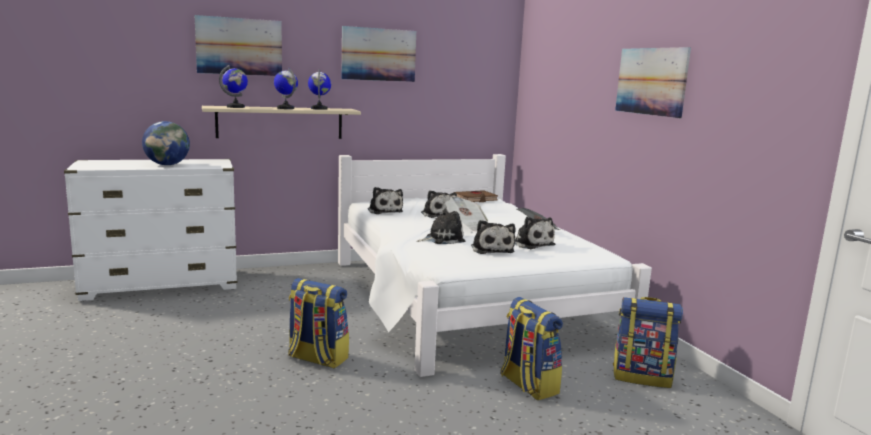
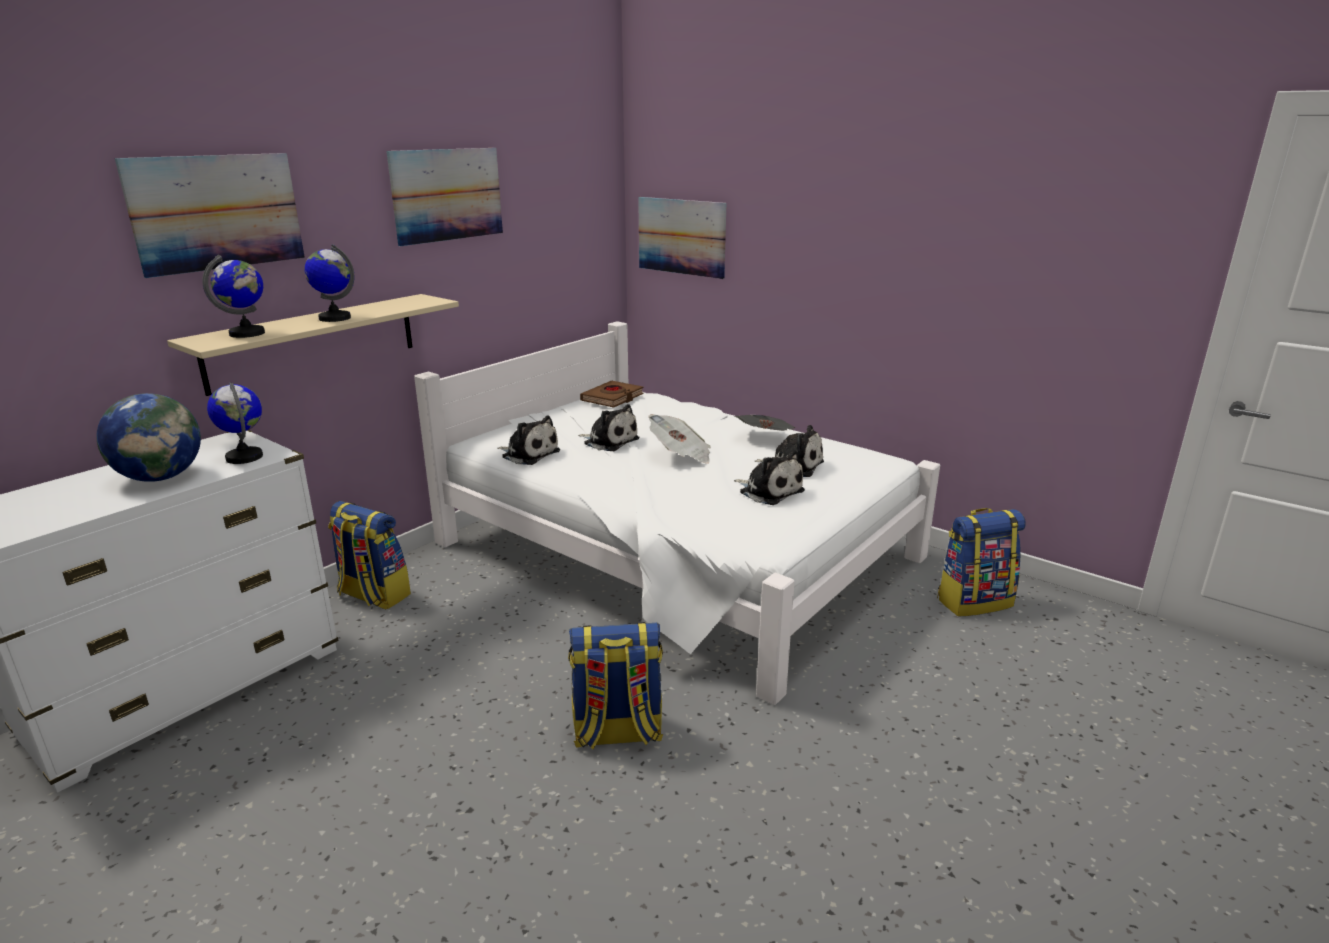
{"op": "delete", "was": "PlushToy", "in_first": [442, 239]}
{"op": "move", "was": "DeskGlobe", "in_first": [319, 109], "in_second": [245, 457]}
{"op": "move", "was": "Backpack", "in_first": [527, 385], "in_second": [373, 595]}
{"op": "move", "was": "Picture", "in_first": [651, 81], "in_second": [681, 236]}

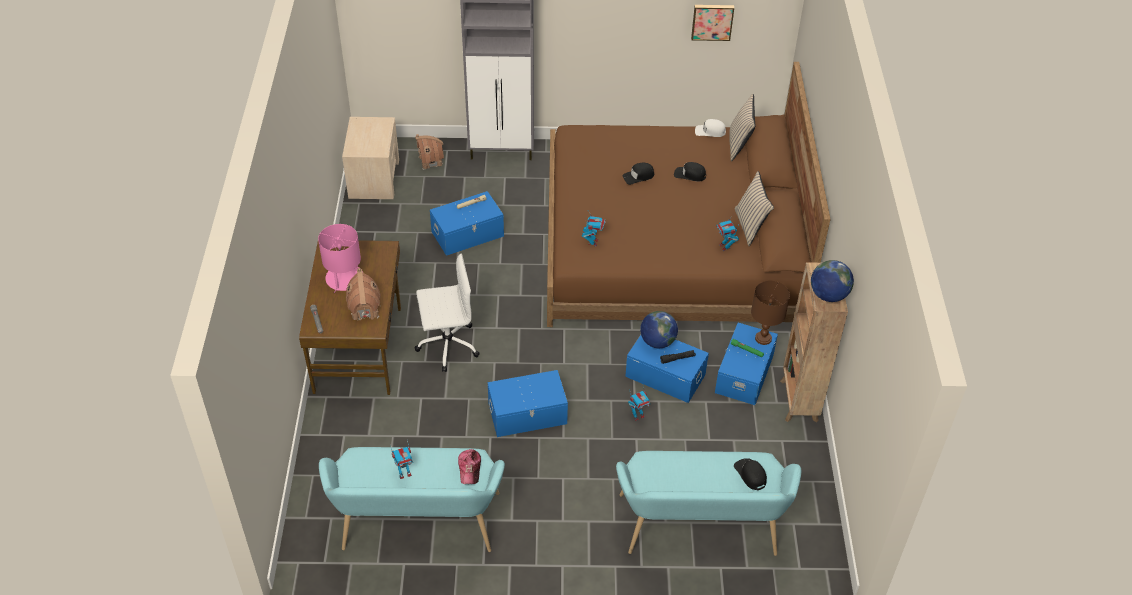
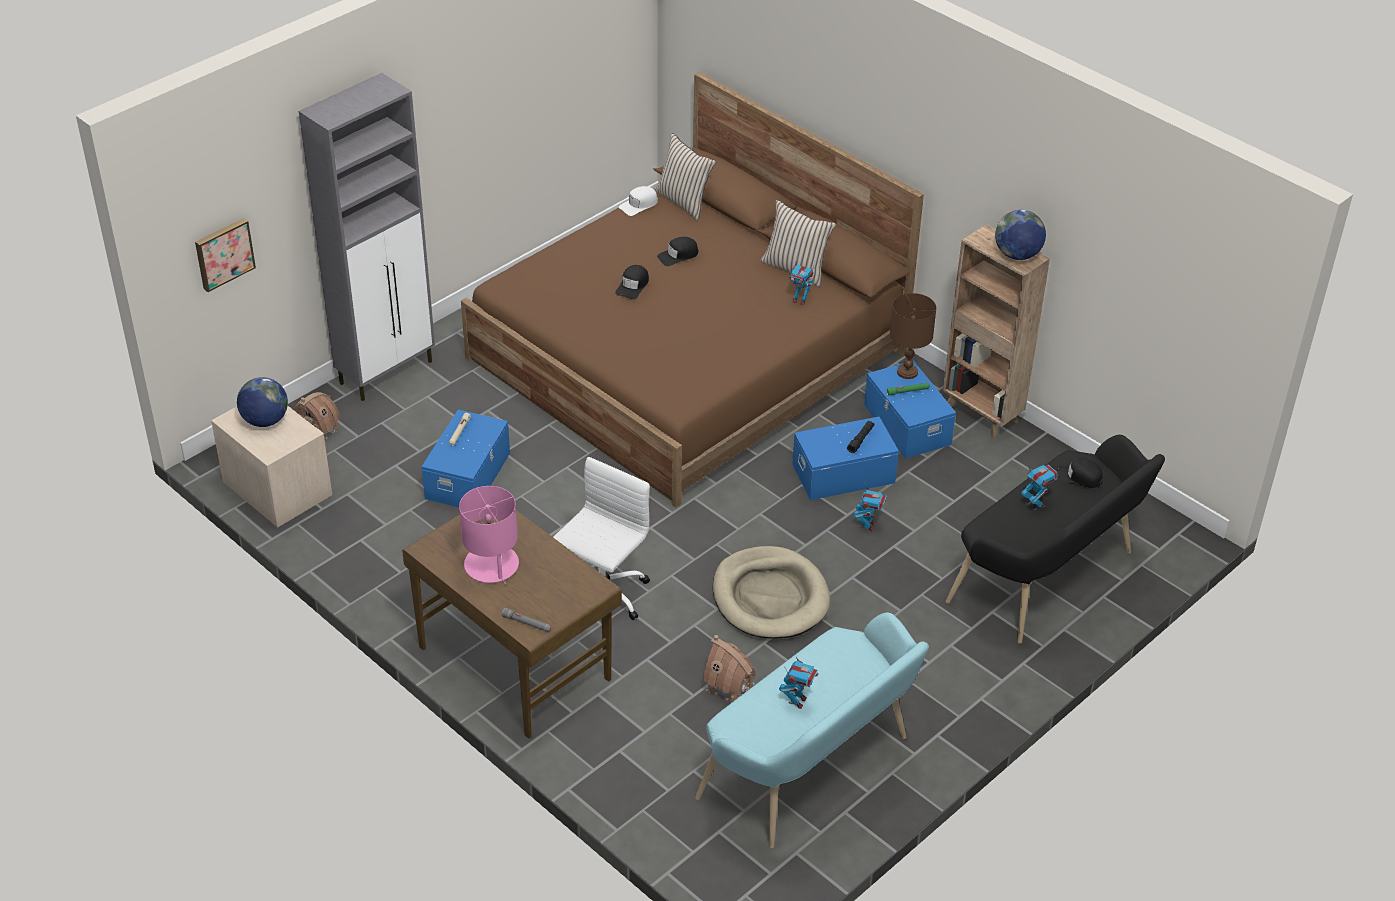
{"op": "delete", "was": "BaseballCap", "in_first": [470, 468]}
{"op": "move", "was": "ToyHouse", "in_first": [364, 309], "in_second": [729, 686]}
{"op": "move", "was": "RobotFigure", "in_first": [593, 242], "in_second": [1036, 504]}
{"op": "move", "was": "DeskGlobe", "in_first": [657, 341], "in_second": [265, 421]}
{"op": "move", "was": "Picture", "in_first": [712, 21], "in_second": [223, 253]}
{"op": "replace", "was": "BluishStorageBin", "now": "SandColouredPetBed", "in_first": [528, 414], "in_second": [770, 597]}
{"op": "recolor", "was": "TurquoiseLongSeat", "now": "BlackishLongSeat", "in_first": [700, 531], "in_second": [1049, 580]}

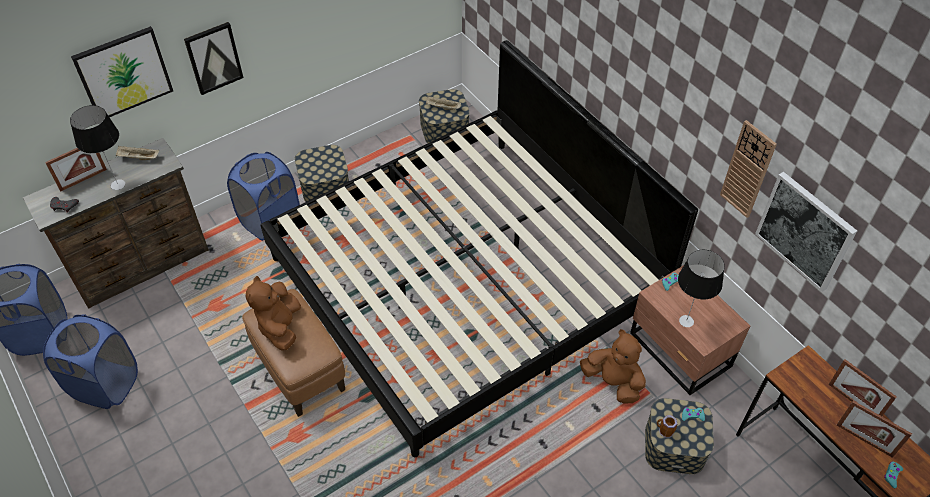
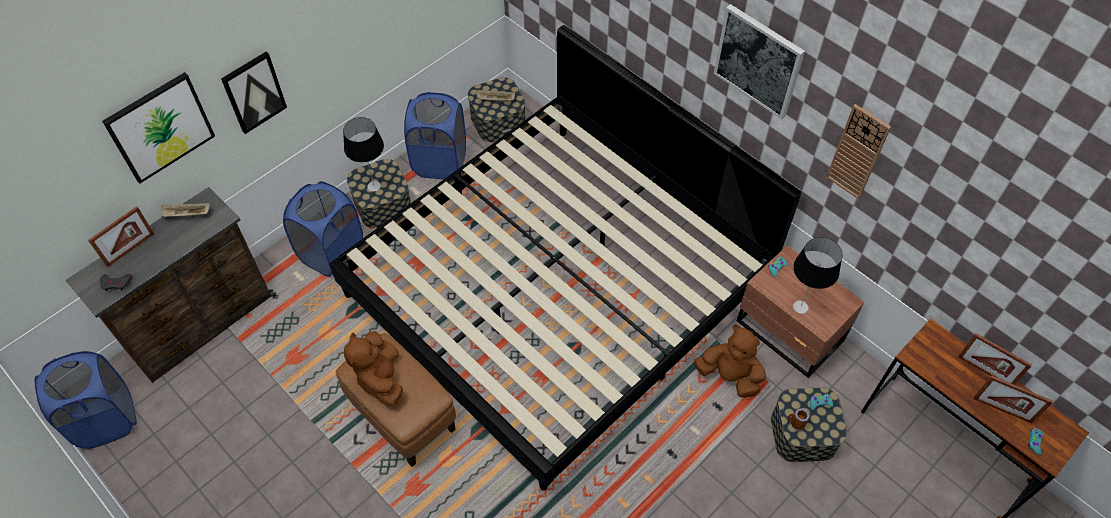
{"op": "move", "was": "BluishLaundryBasket", "in_first": [106, 384], "in_second": [440, 162]}
{"op": "move", "was": "TabletopLamp", "in_first": [118, 185], "in_second": [374, 186]}
{"op": "move", "was": "Picture", "in_first": [805, 231], "in_second": [758, 61]}

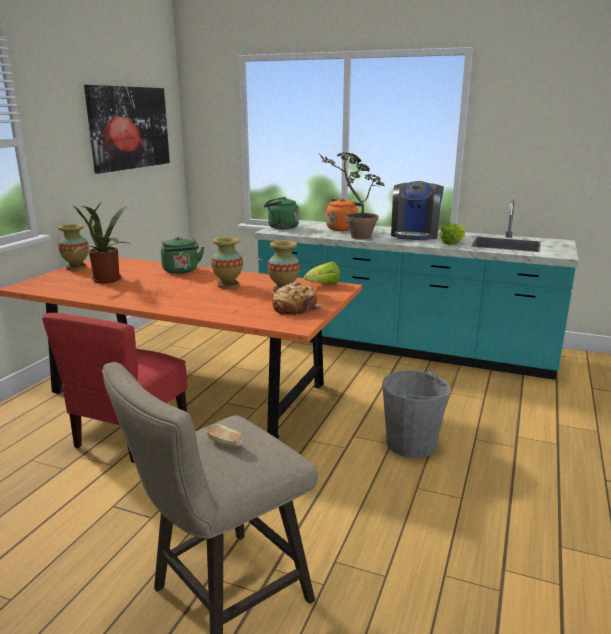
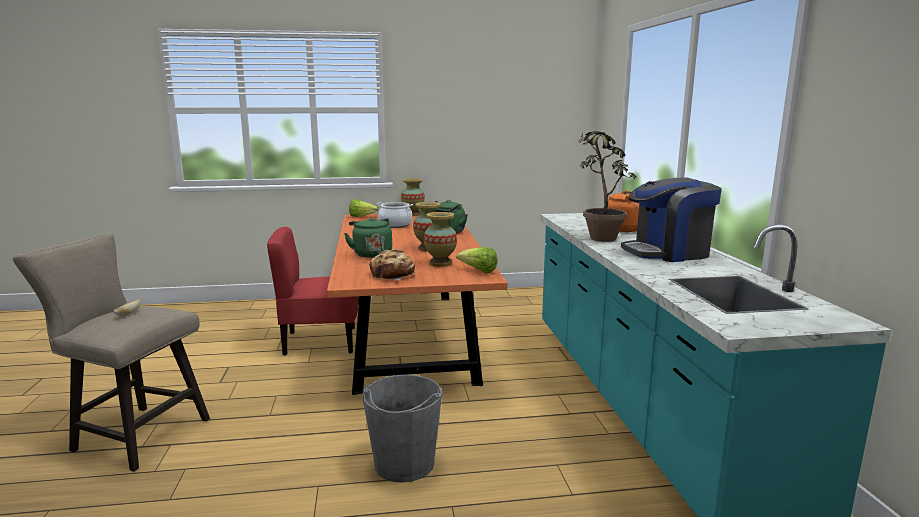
{"op": "delete", "was": "Picture", "in_first": [129, 128]}
{"op": "move", "was": "GreenKettle", "in_first": [281, 227], "in_second": [371, 254]}
{"op": "move", "was": "HeadOfLettuce", "in_first": [452, 243], "in_second": [361, 217]}
{"op": "replace", "was": "PlantInAPot", "now": "CookingPot", "in_first": [109, 280], "in_second": [395, 225]}

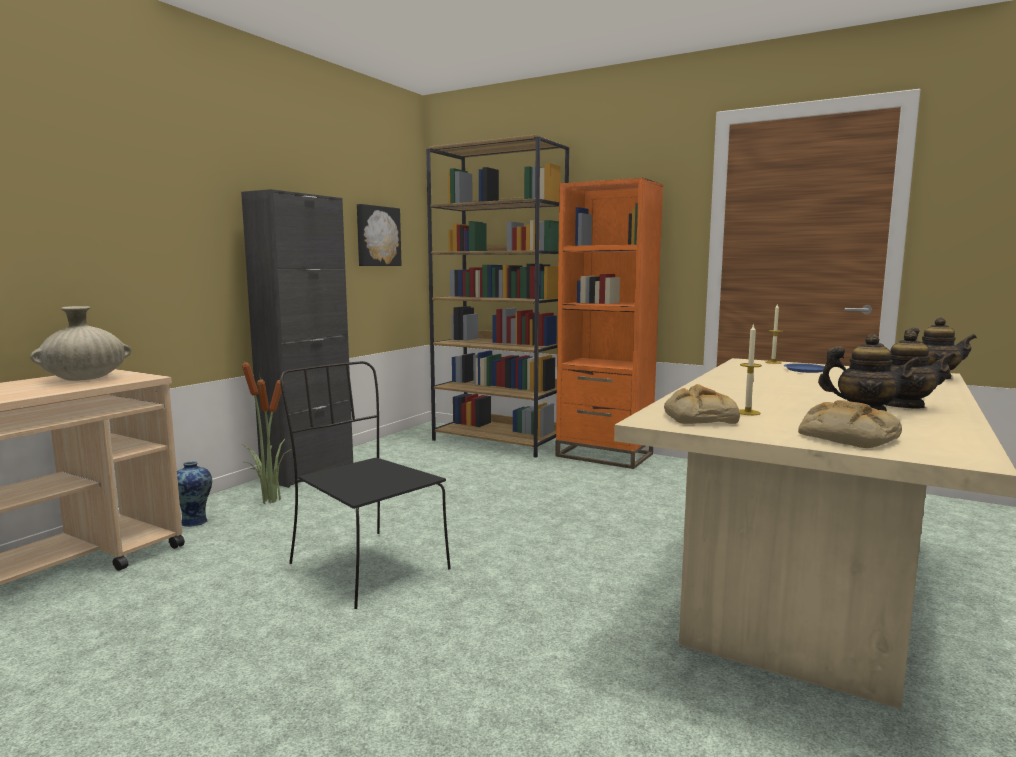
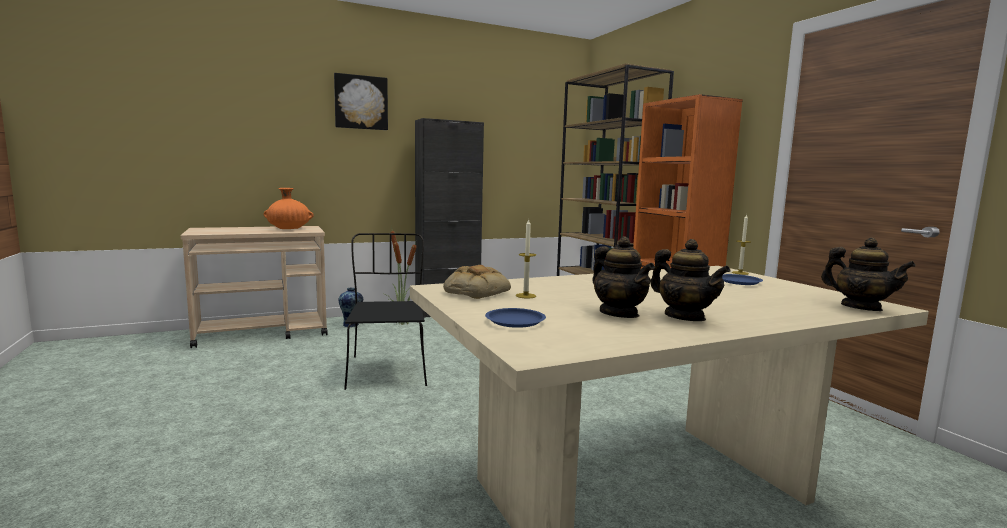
{"op": "move", "was": "Picture", "in_first": [377, 236], "in_second": [361, 102]}
{"op": "replace", "was": "BakeryBread", "now": "BluishPlate", "in_first": [845, 437], "in_second": [514, 321]}
{"op": "recolor", "was": "SandColouredVase", "now": "OrangeVase", "in_first": [85, 379], "in_second": [289, 229]}

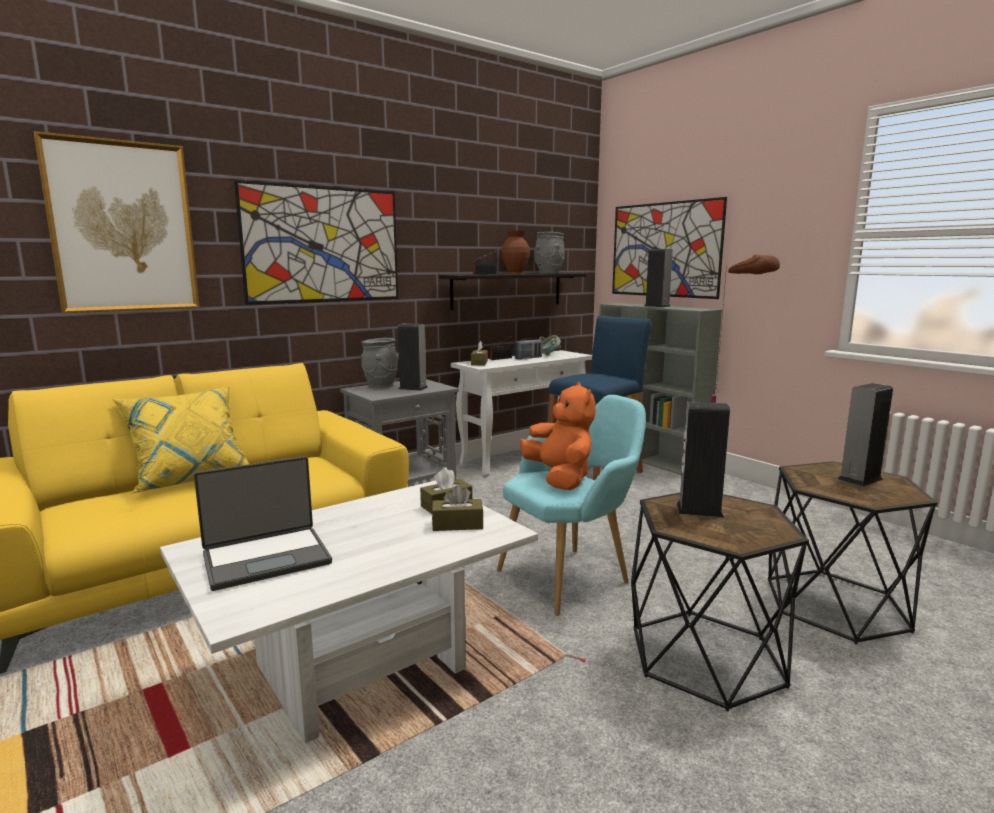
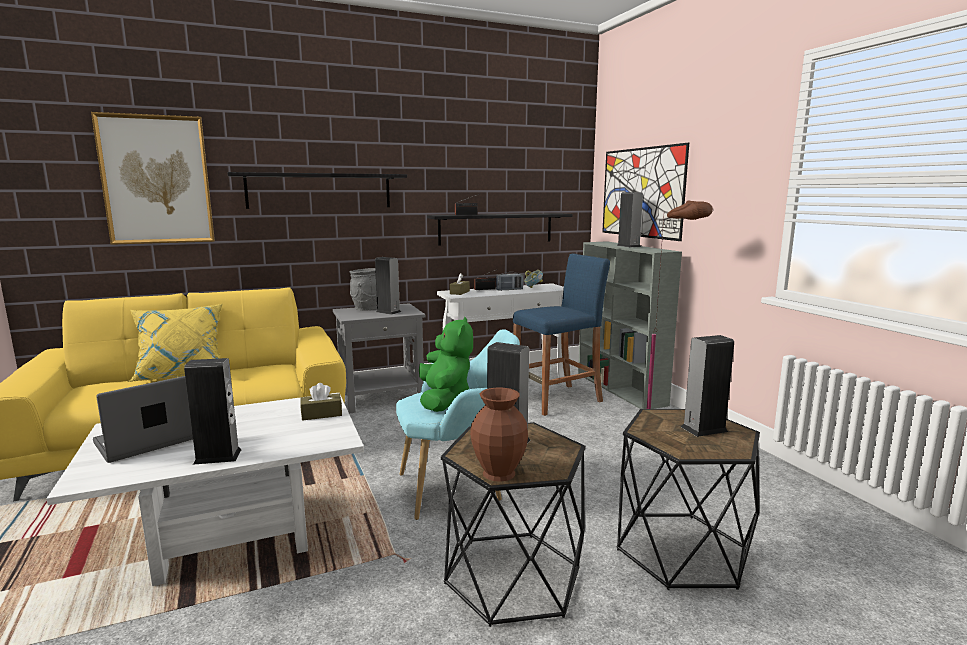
{"op": "delete", "was": "BrownishBoxOfTissues", "in_first": [457, 524]}
{"op": "delete", "was": "GreyVase", "in_first": [549, 273]}
{"op": "insert", "now": "Speaker", "in_second": [217, 456]}
{"op": "move", "was": "BrownishVase", "in_first": [516, 273], "in_second": [500, 473]}
{"op": "replace", "was": "Picture", "now": "BlackishBracketShelf", "in_first": [323, 245], "in_second": [320, 191]}
{"op": "recolor", "was": "OrangePlushToy", "now": "GreenPlushToy", "in_first": [560, 479], "in_second": [444, 401]}
{"op": "rotate", "was": "PortableComputer", "in_first": [266, 558], "in_second": [150, 441], "clockwise": 150}

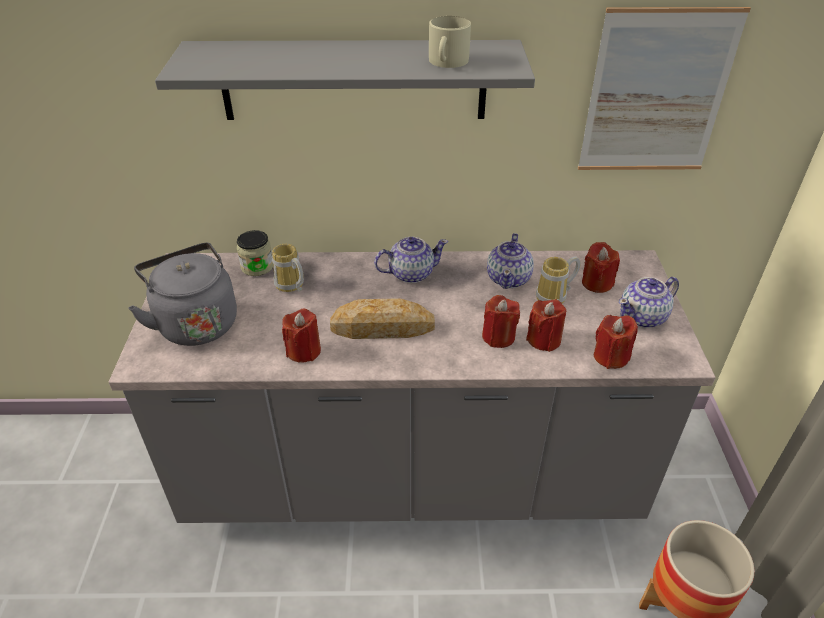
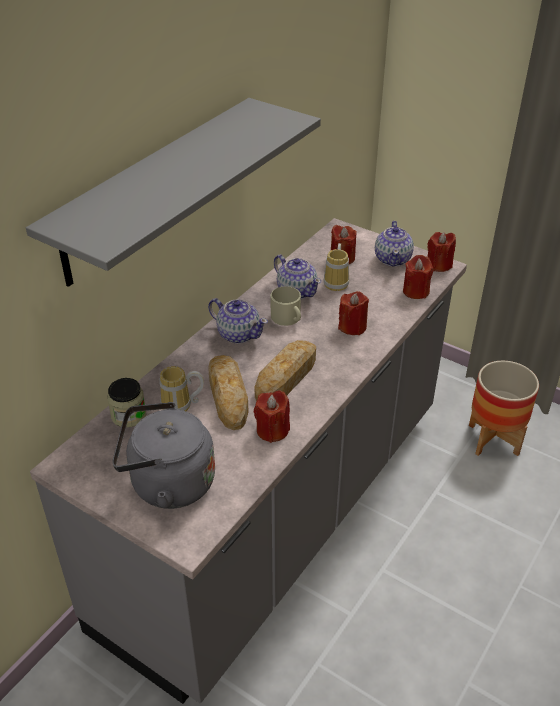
{"op": "delete", "was": "Picture", "in_first": [656, 94]}
{"op": "insert", "now": "BakeryBread", "in_second": [228, 395]}
{"op": "move", "was": "SandColouredMug", "in_first": [447, 62], "in_second": [288, 318]}
{"op": "move", "was": "ReddishWaxLight", "in_first": [544, 340], "in_second": [439, 265]}
{"op": "rotate", "was": "TeaPot", "in_first": [410, 273], "in_second": [238, 334], "clockwise": 105}

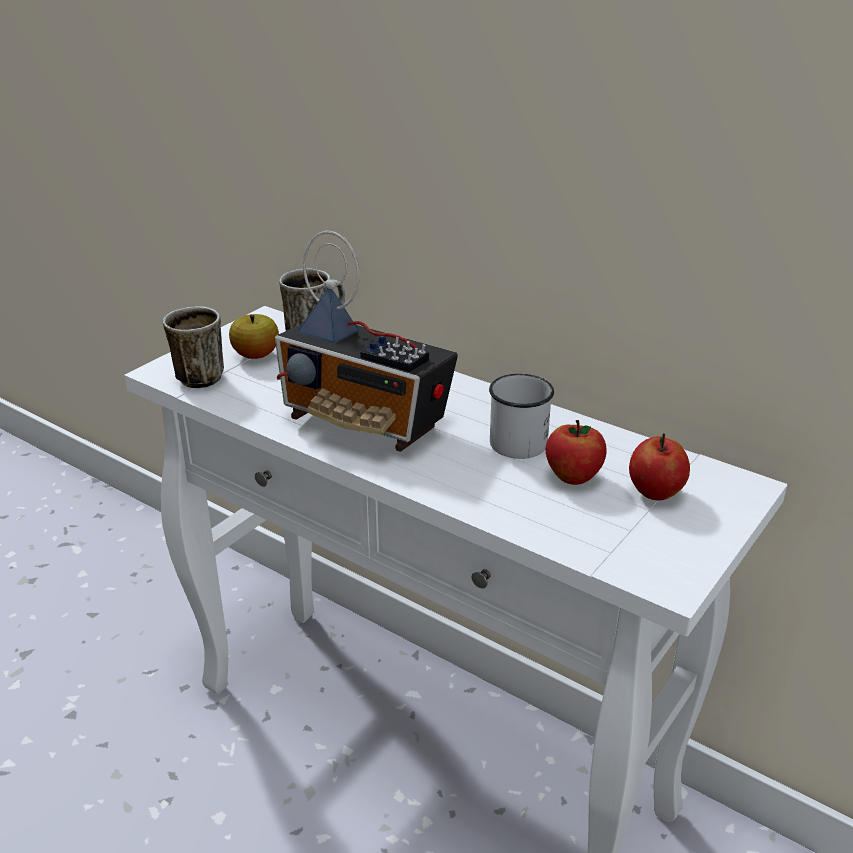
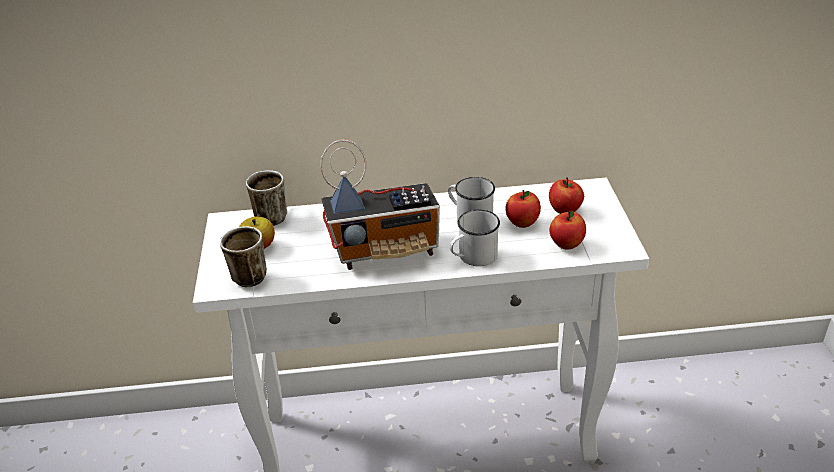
{"op": "insert", "now": "WhiteMug", "in_second": [473, 257]}
{"op": "insert", "now": "WholeApple", "in_second": [566, 244]}

